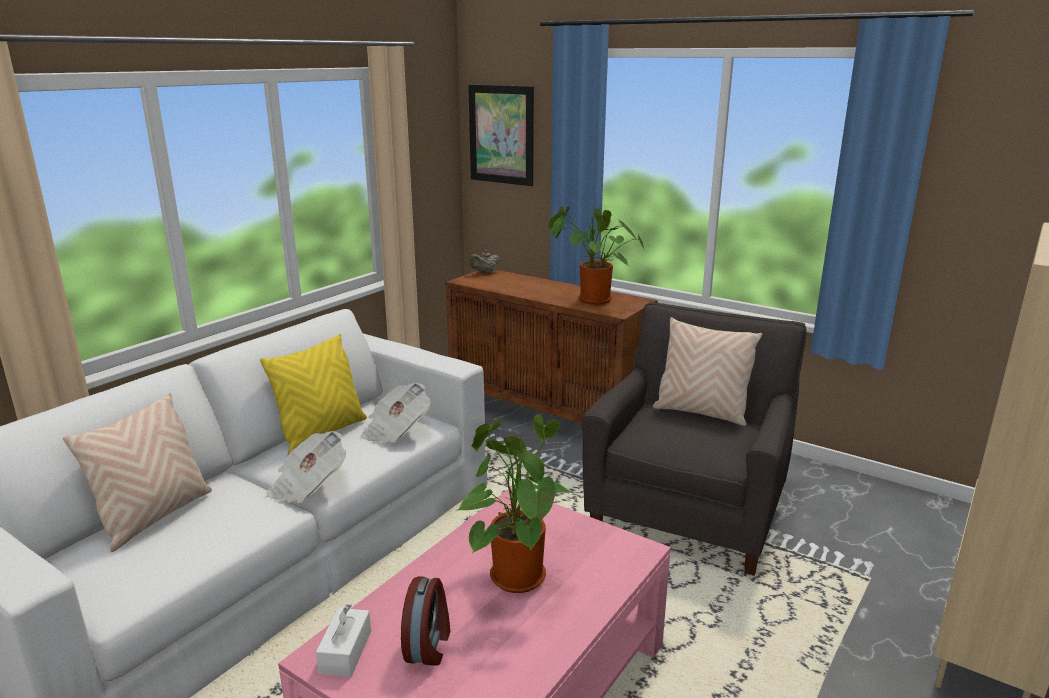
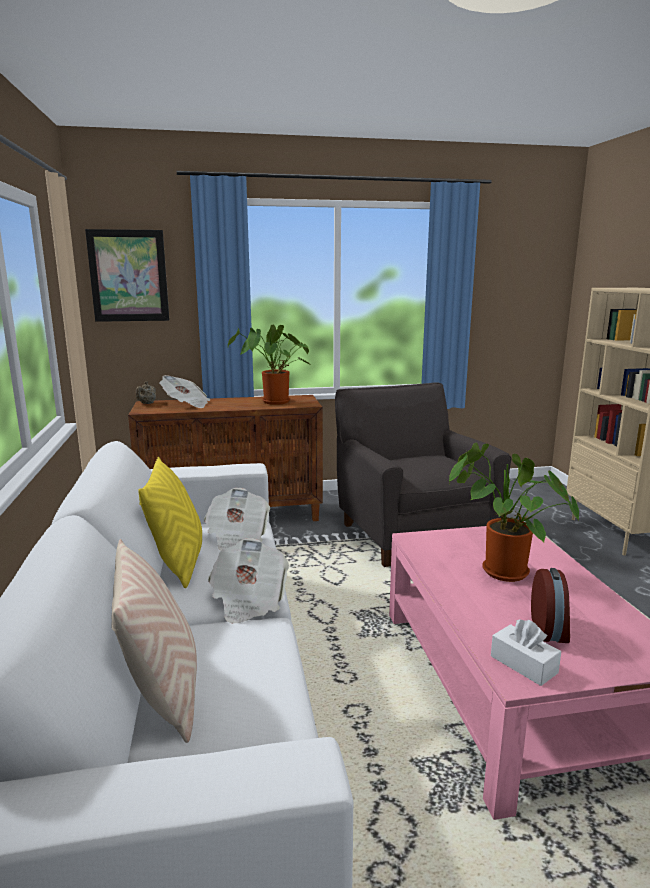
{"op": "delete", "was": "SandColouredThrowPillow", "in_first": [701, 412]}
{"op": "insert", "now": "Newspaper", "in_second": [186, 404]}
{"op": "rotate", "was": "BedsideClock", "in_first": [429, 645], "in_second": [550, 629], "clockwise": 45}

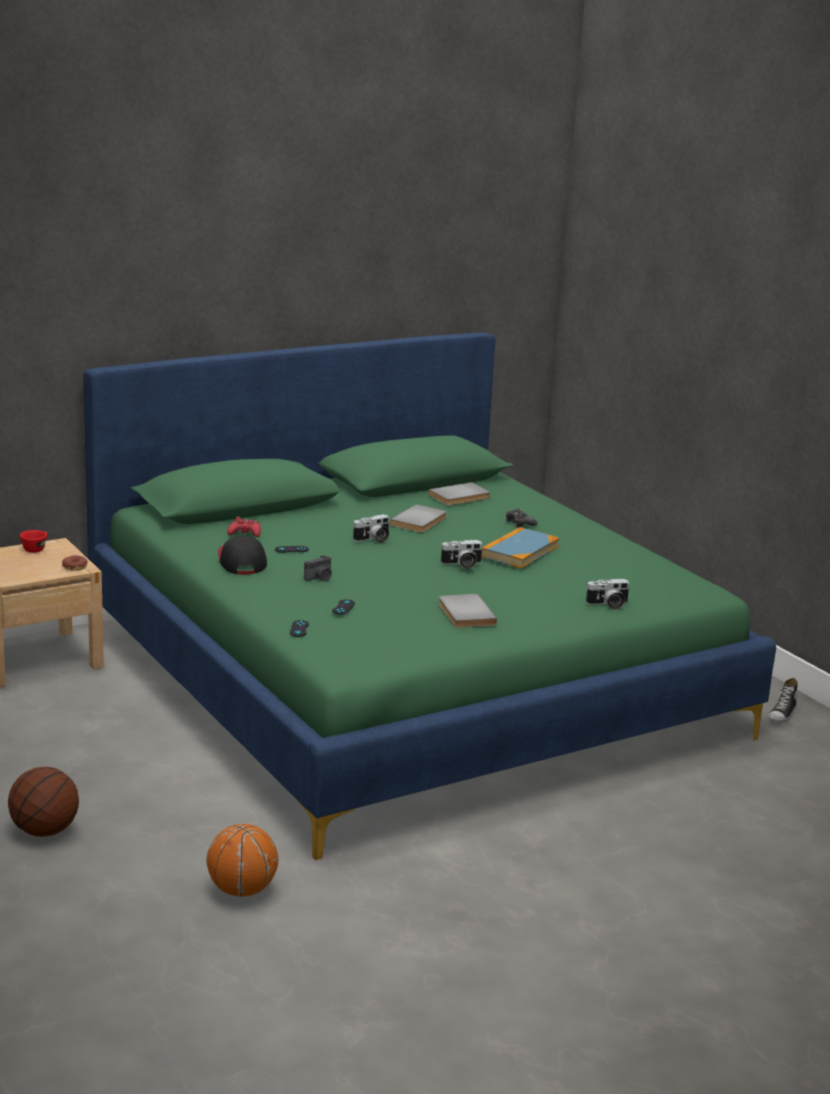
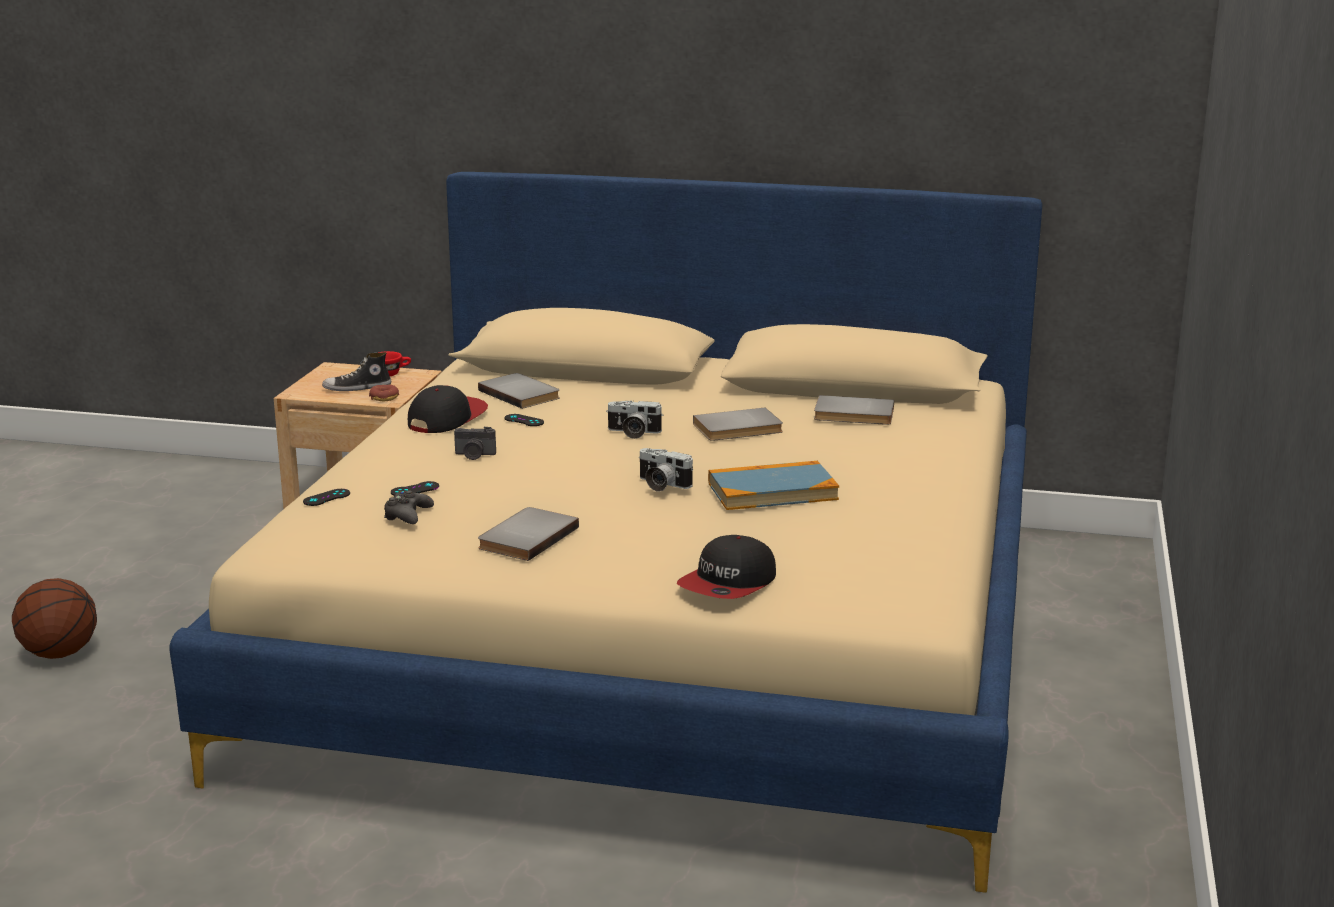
{"op": "delete", "was": "BasketballBall", "in_first": [241, 891]}
{"op": "move", "was": "BlackishGamepad", "in_first": [519, 523], "in_second": [407, 515]}
{"op": "move", "was": "Shoe", "in_first": [782, 714], "in_second": [357, 388]}
{"op": "replace", "was": "ReddishGamepad", "now": "GreyBook", "in_first": [245, 533], "in_second": [521, 394]}
{"op": "replace", "was": "PhotoCamera", "now": "BaseballCap", "in_first": [608, 605], "in_second": [728, 584]}
{"op": "recolor", "was": "GreenBedroomBed", "now": "SandColouredBedroomBed", "in_first": [407, 680], "in_second": [667, 639]}

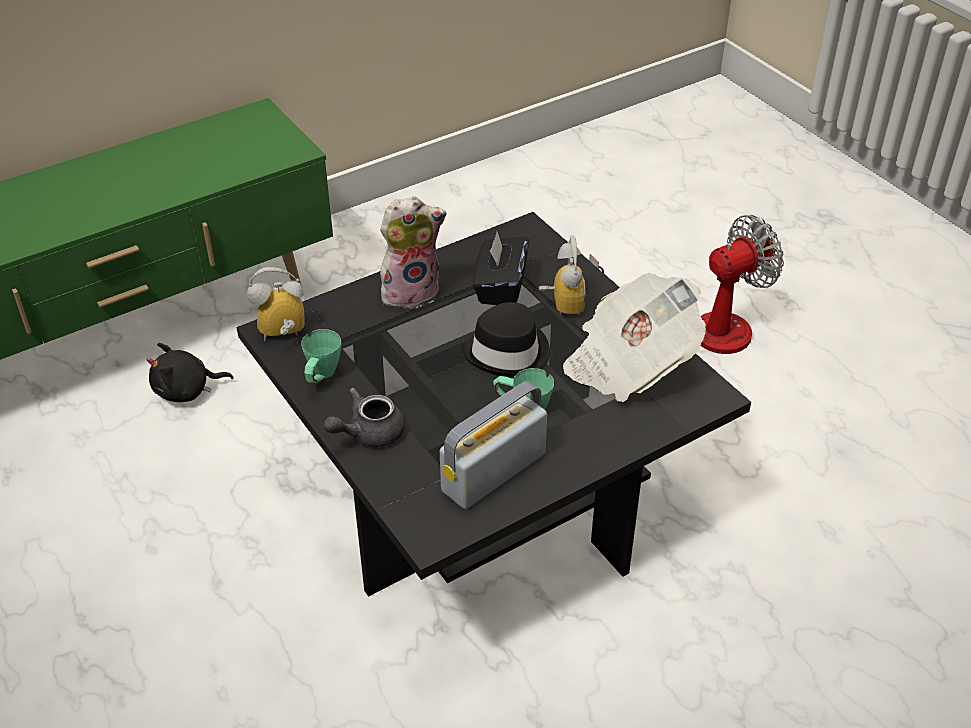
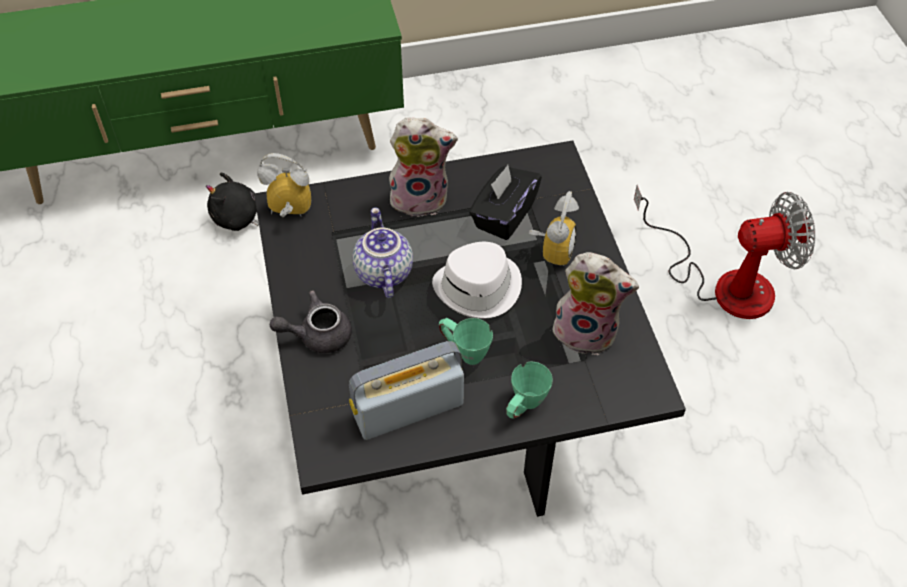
{"op": "insert", "now": "TeaPot", "in_second": [382, 272]}
{"op": "move", "was": "GreenMug", "in_first": [321, 378], "in_second": [524, 407]}
{"op": "replace", "was": "Newspaper", "now": "PlushToy", "in_first": [629, 363], "in_second": [587, 332]}
{"op": "recolor", "was": "BlackishHat", "now": "WhiteHat", "in_first": [508, 353], "in_second": [479, 288]}

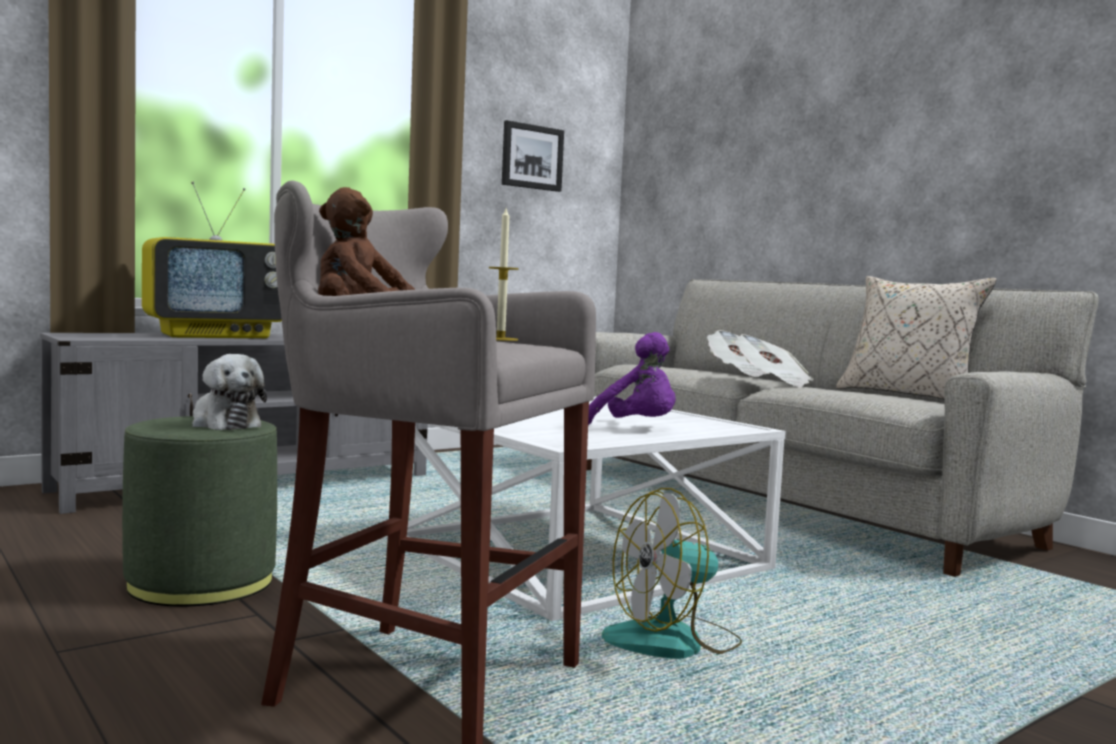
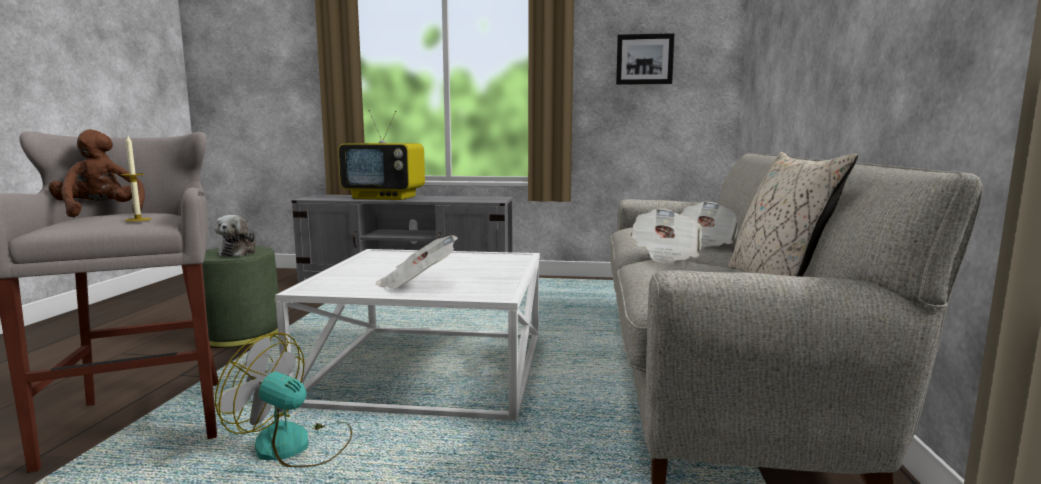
{"op": "replace", "was": "PurplePlushToy", "now": "Newspaper", "in_first": [636, 428], "in_second": [417, 283]}

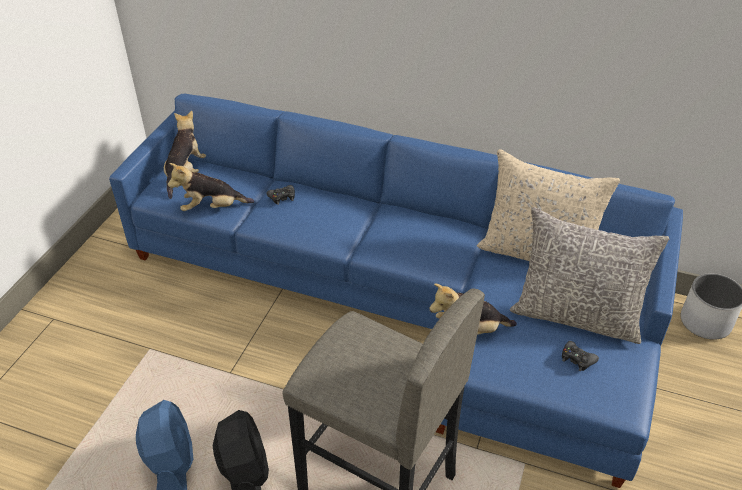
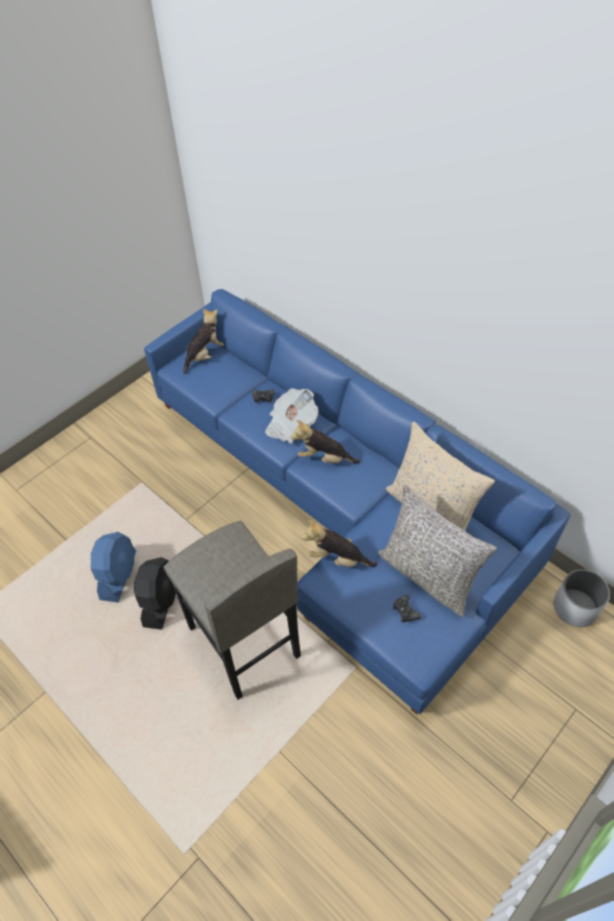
{"op": "insert", "now": "Newspaper", "in_second": [291, 425]}
{"op": "move", "was": "PlushToy", "in_first": [212, 208], "in_second": [324, 458]}

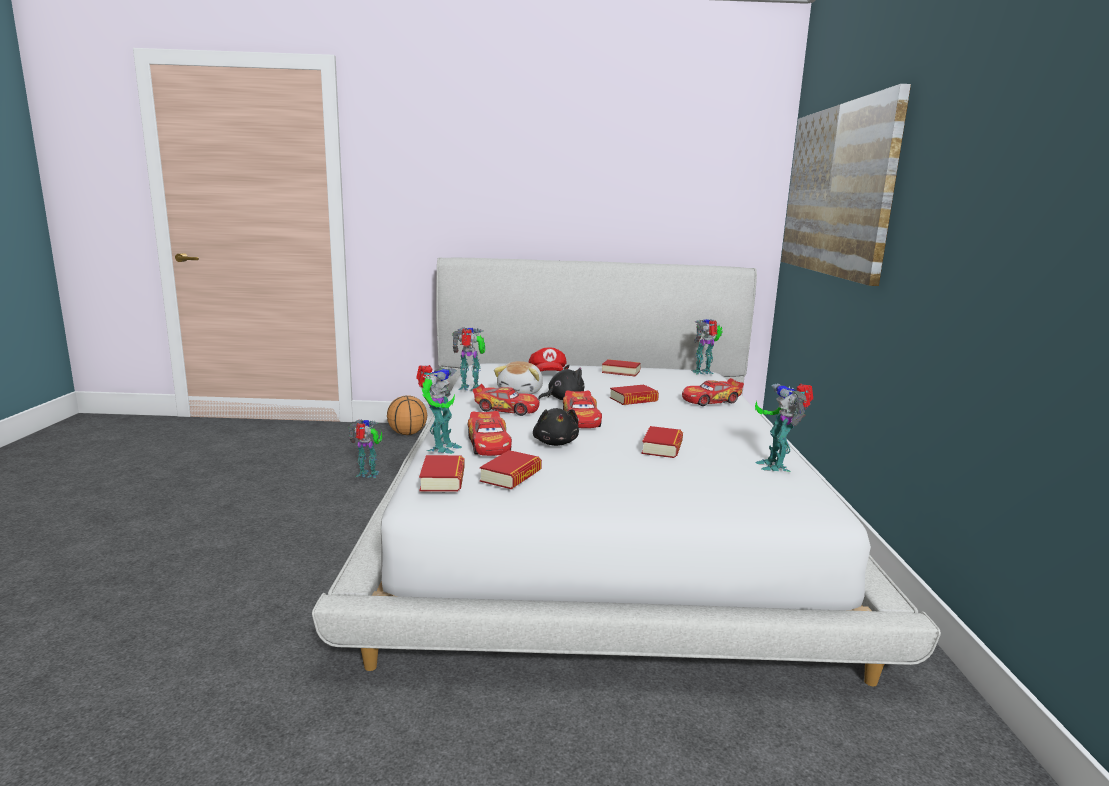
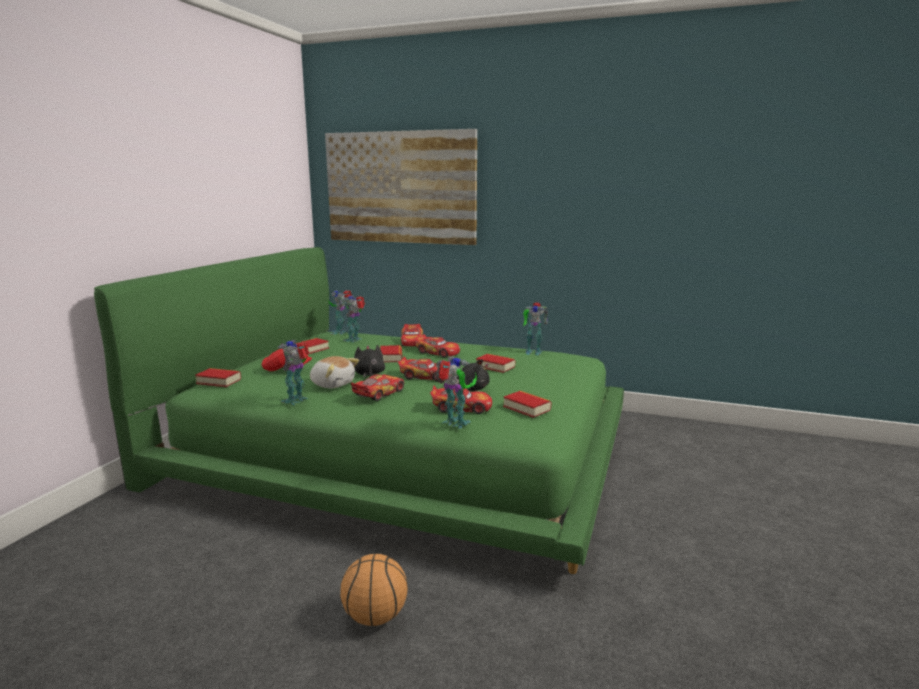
{"op": "insert", "now": "ToyCar", "in_second": [437, 352]}
{"op": "move", "was": "RobotFigure", "in_first": [368, 475], "in_second": [354, 340]}
{"op": "move", "was": "BasketballBall", "in_first": [408, 433], "in_second": [374, 616]}
{"op": "move", "was": "Book", "in_first": [443, 479], "in_second": [218, 381]}
{"op": "recolor", "was": "WhiteBedroomBed", "now": "GreenBedroomBed", "in_first": [599, 513], "in_second": [401, 450]}

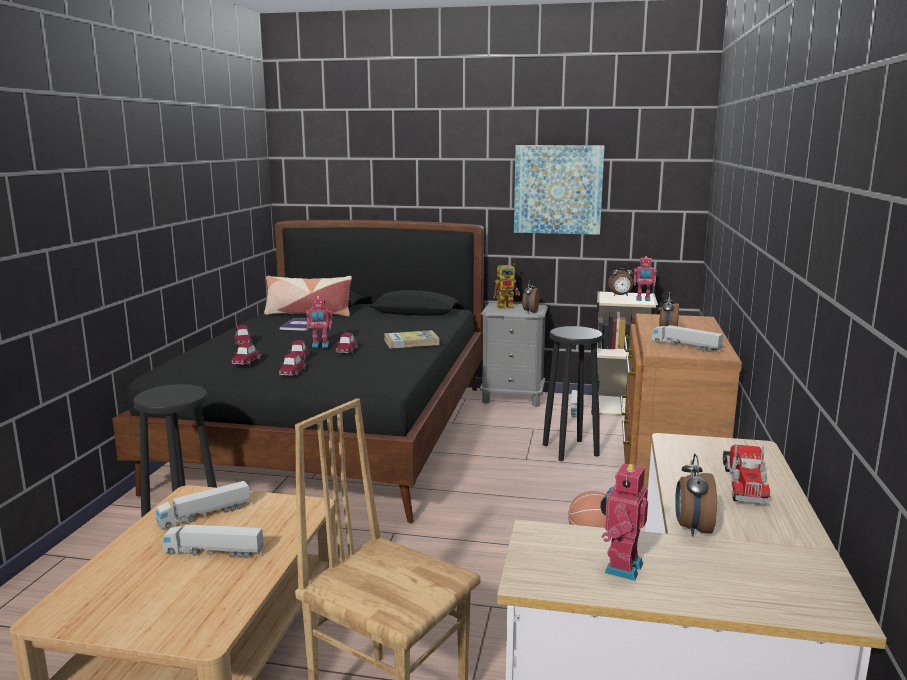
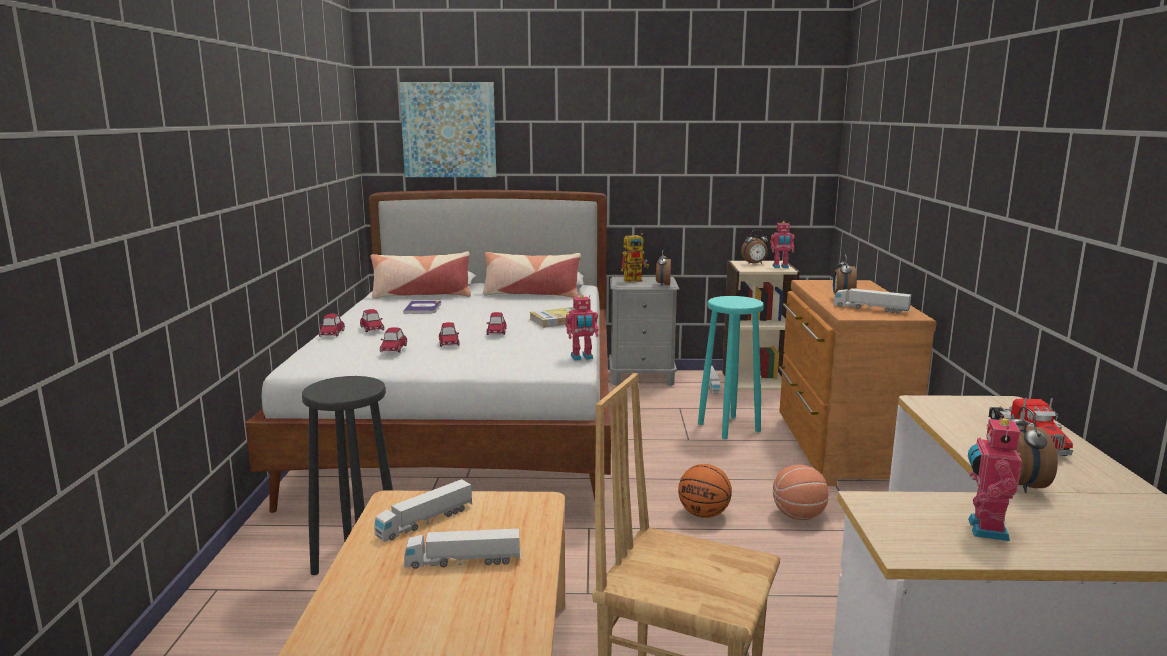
{"op": "insert", "now": "ThrowPillow", "in_second": [531, 294]}
{"op": "insert", "now": "BasketballBall", "in_second": [703, 514]}
{"op": "move", "was": "ToyCar", "in_first": [292, 372], "in_second": [332, 333]}
{"op": "move", "was": "RobotFigure", "in_first": [320, 345], "in_second": [582, 357]}
{"op": "move", "was": "Picture", "in_first": [558, 189], "in_second": [449, 130]}
{"op": "recolor", "was": "BlackishBedroomBed", "now": "WhiteBedroomBed", "in_first": [337, 435], "in_second": [471, 428]}
{"op": "recolor", "was": "BlackishStoolSeat", "now": "TurquoiseStoolSeat", "in_first": [570, 450], "in_second": [728, 427]}

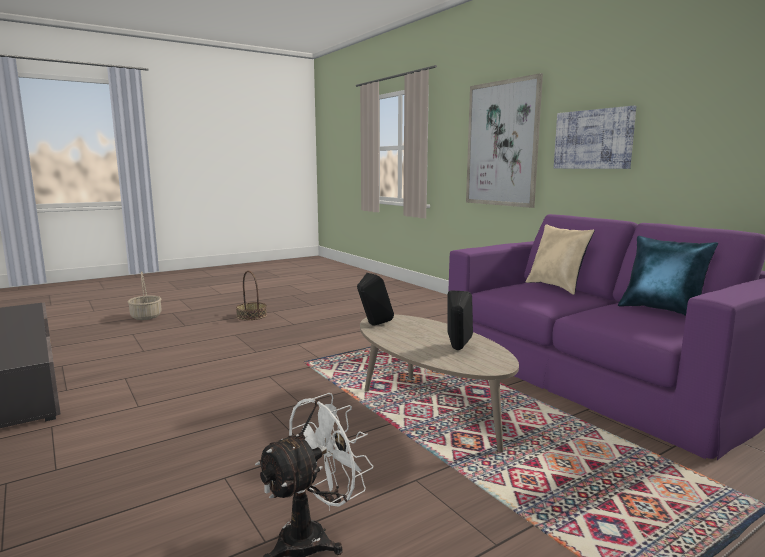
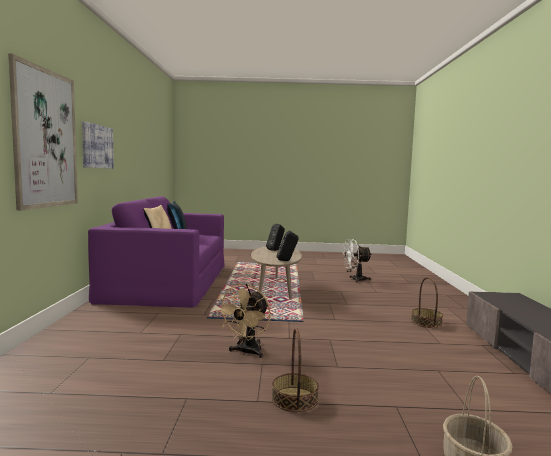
{"op": "insert", "now": "SandColouredCoolingFan", "in_second": [247, 352]}
{"op": "insert", "now": "HouseholdBasket", "in_second": [426, 322]}

